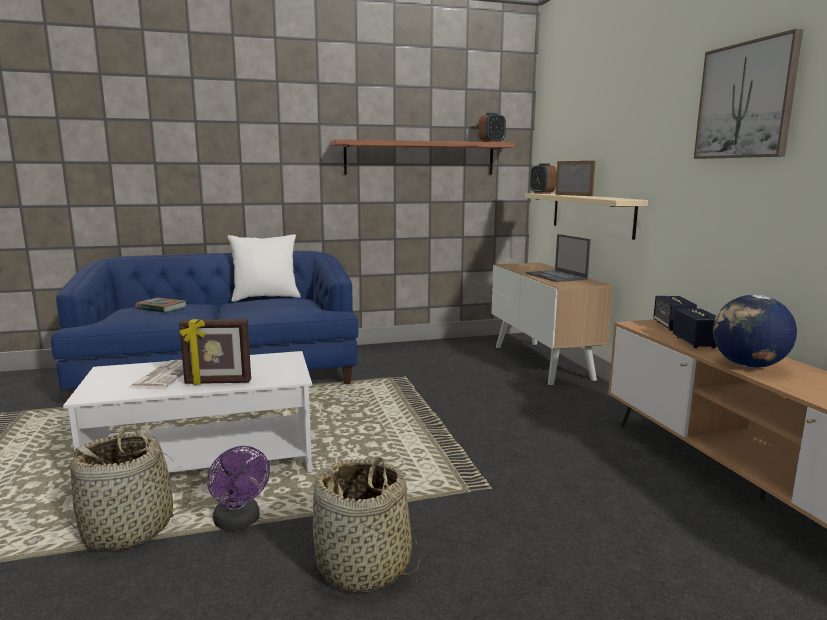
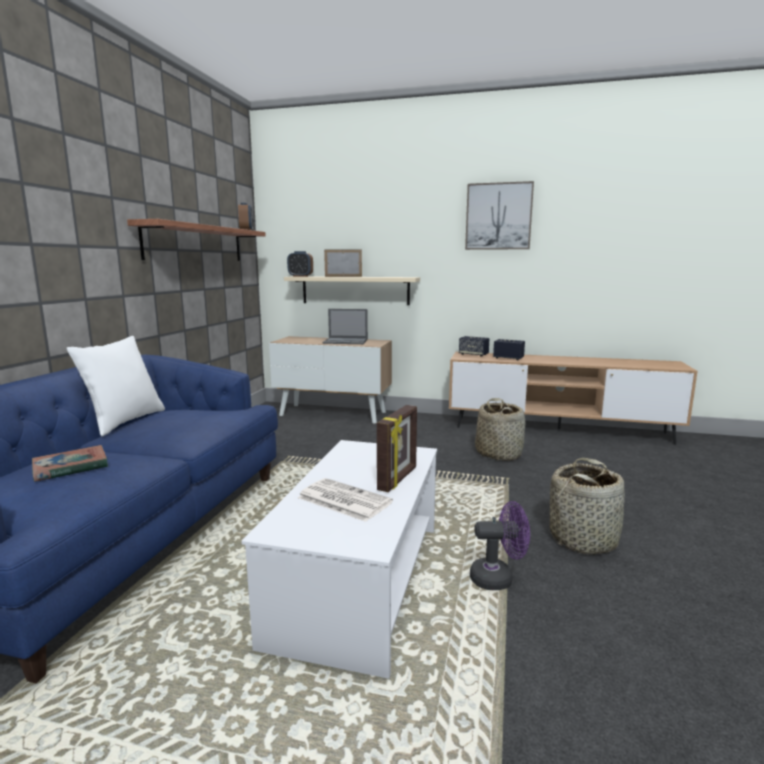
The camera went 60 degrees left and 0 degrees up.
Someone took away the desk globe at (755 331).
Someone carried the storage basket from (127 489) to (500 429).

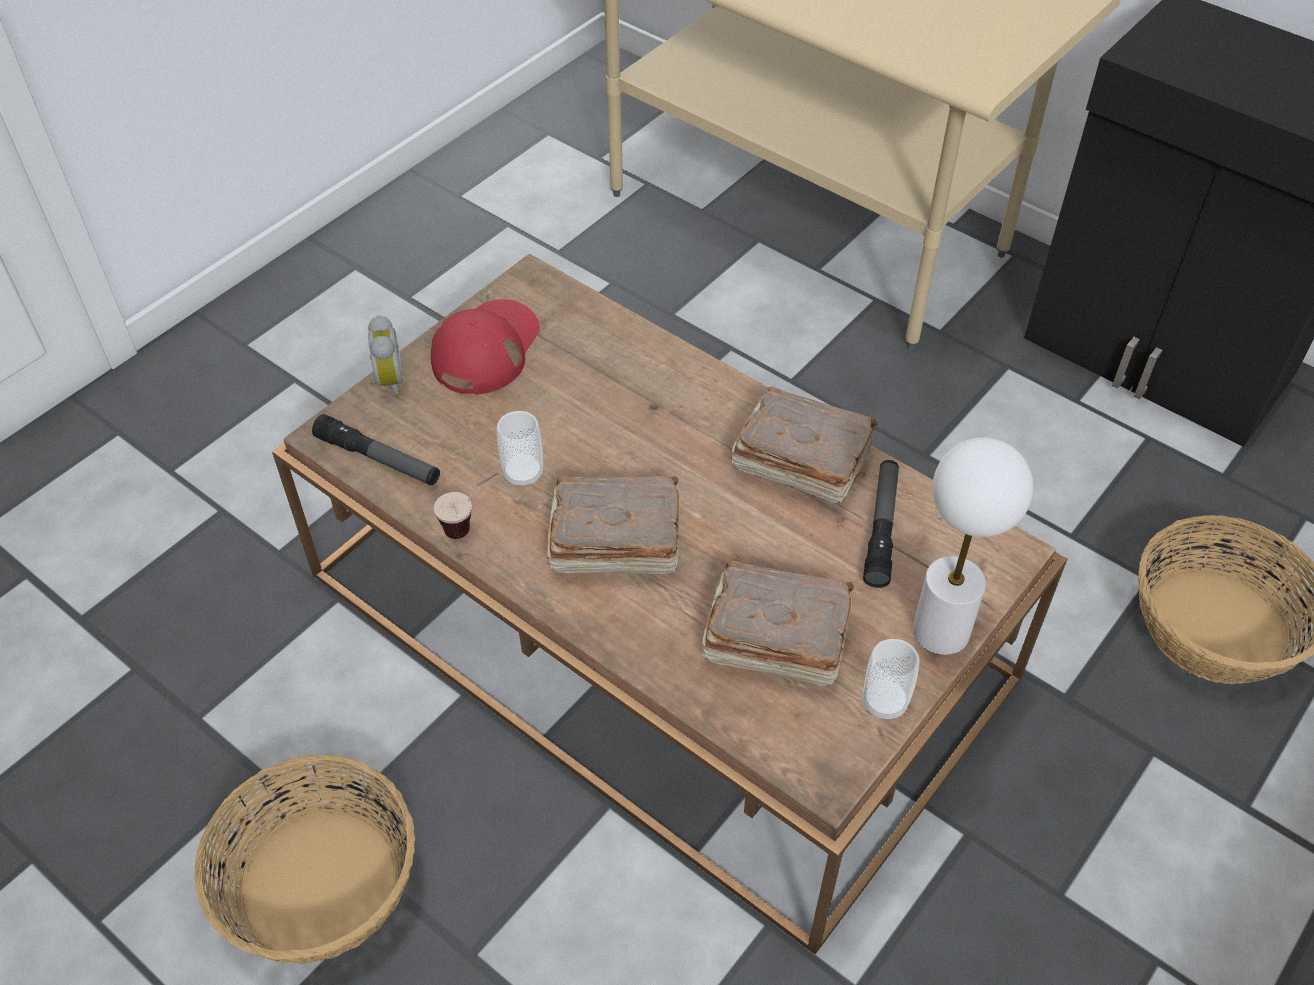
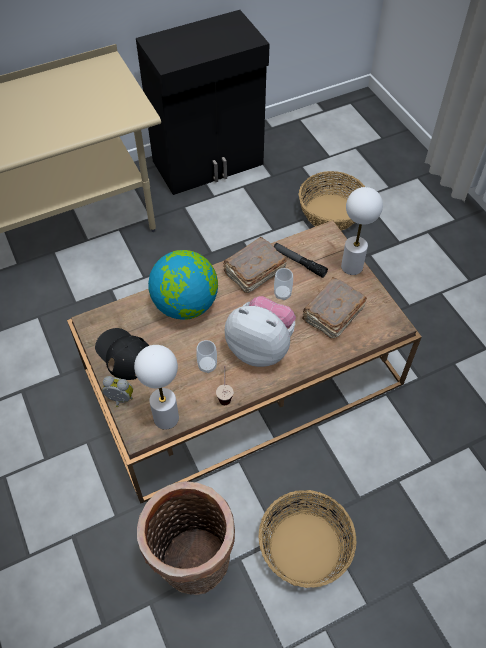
The camera went 65 degrees left and 5 degrees up.
Someone put down the storage basket at (186 538).
Someone put down the desk globe at (183 285).
Someone carried the cup from (891 680) to (283 284).
Someone swapped the torch at (376 449) for the whitish tabletop lamp at (156 387).
Someone swapped the brown book at (612 525) for the soft toy at (260 331).
Someone repainted the red baseball cap at (485 347), which became the black baseball cap at (122 354).

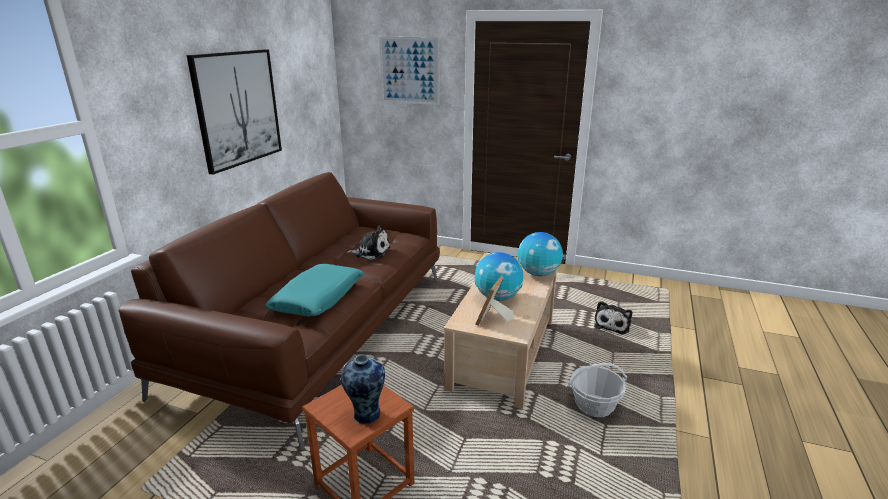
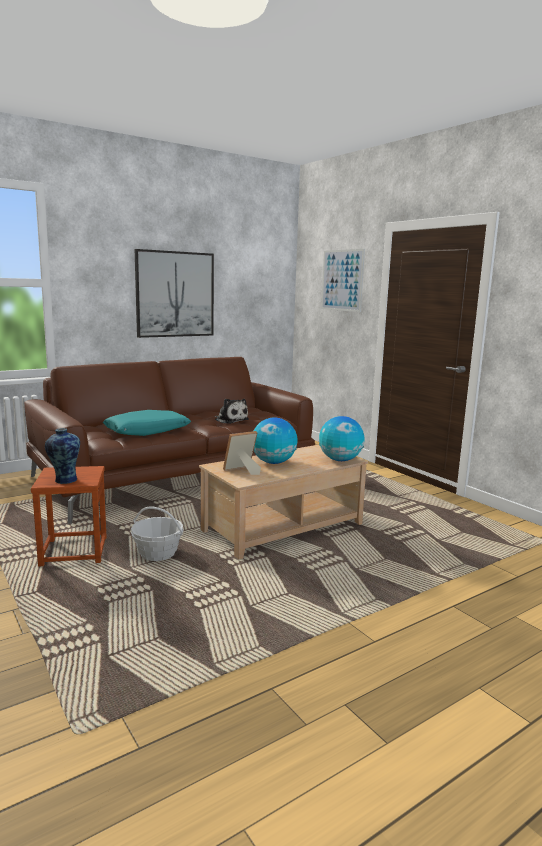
The camera went 35 degrees right and 10 degrees down.
Someone took away the soft toy at (613 317).
Someone carried the storage basket from (597 390) to (157 534).

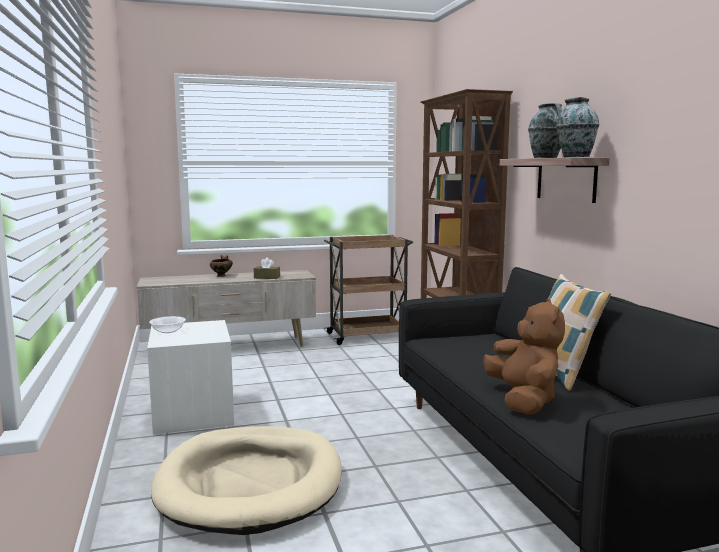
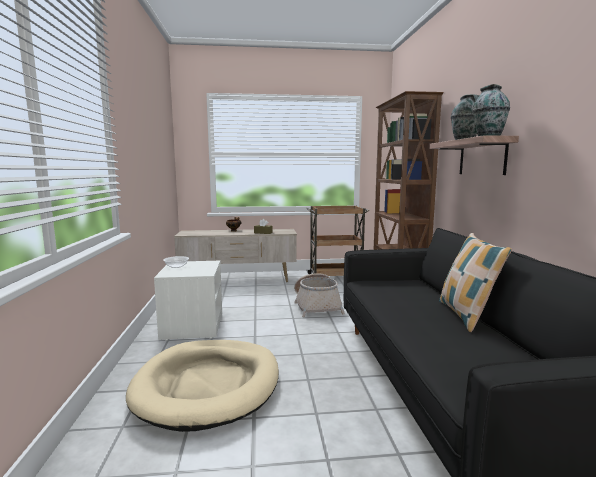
The camera went 10 degrees right and 0 degrees up.
Someone took away the brown soft toy at (524 356).
Someone put down the storage basket at (319 295).

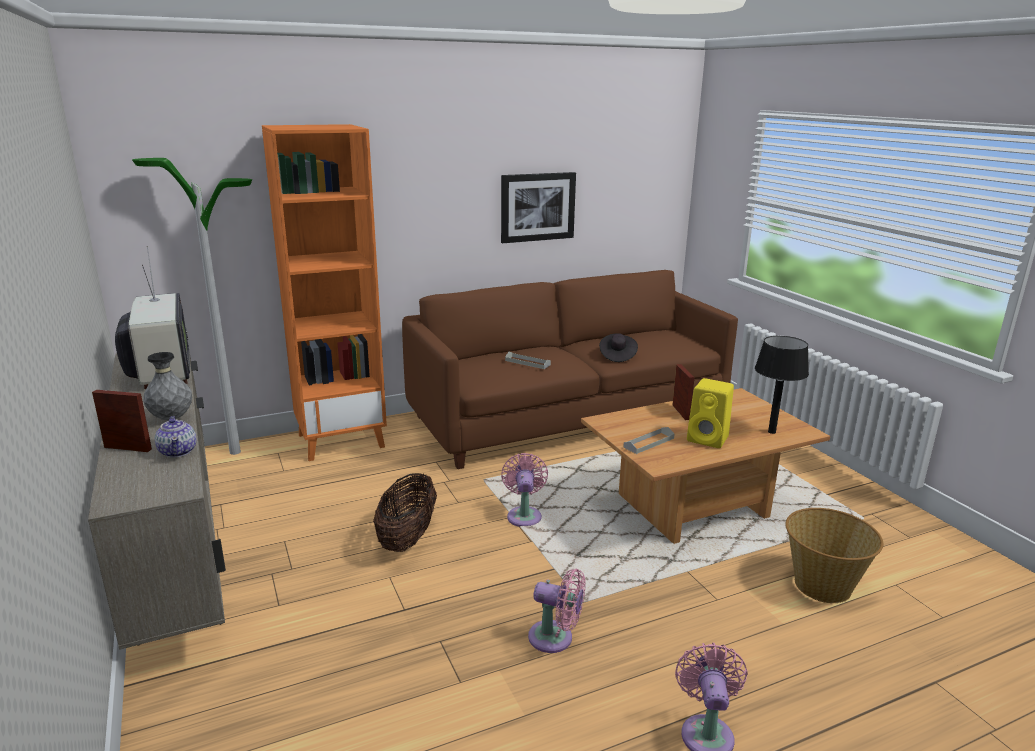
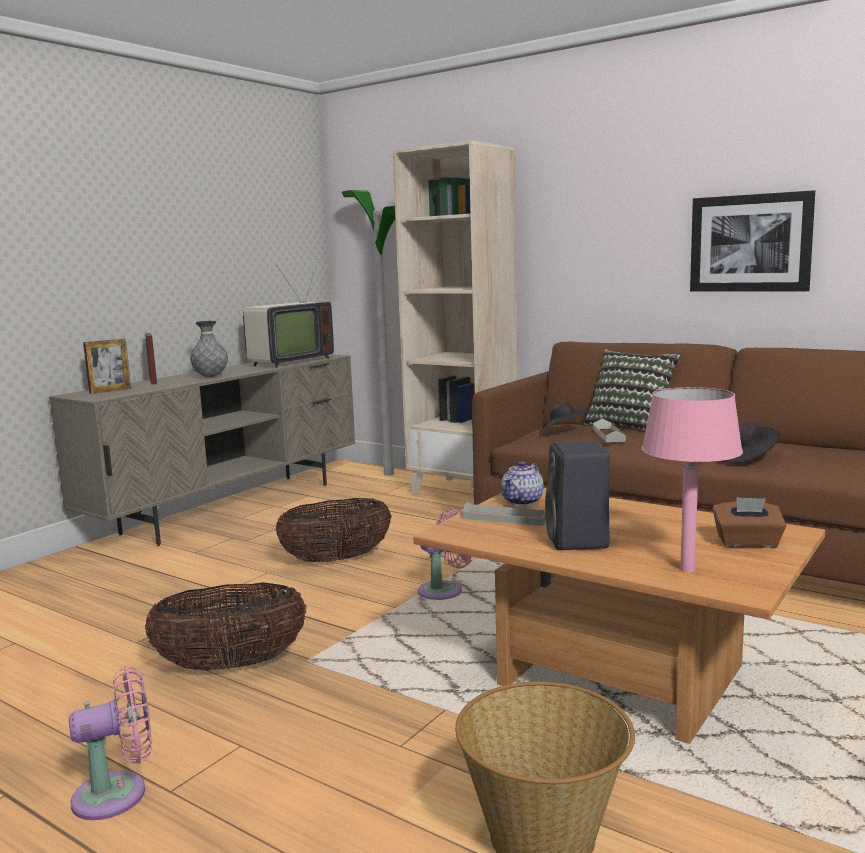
The camera went 60 degrees right and 10 degrees down.
Someone put down the black hat at (563 418).
Someone put down the throw pillow at (632 390).
Someone put down the brown tissue box at (749 522).
Someone carried the pot for tea from (176 437) to (522 483).
Someone carried the photo frame from (683 392) to (107 366).
Someone swapped the pink-coloured fan at (557 611) for the storage basket at (225 626).
Someone repainted the orange bookshelf at (324 292), which became the sand-coloured bookshelf at (455 318).
Someone repainted the yellow-coloured audio speaker at (710 413), which became the black audio speaker at (577 495).
Someone repainted the black tabletop lamp at (782 385), which became the pink-coloured tabletop lamp at (692 480).

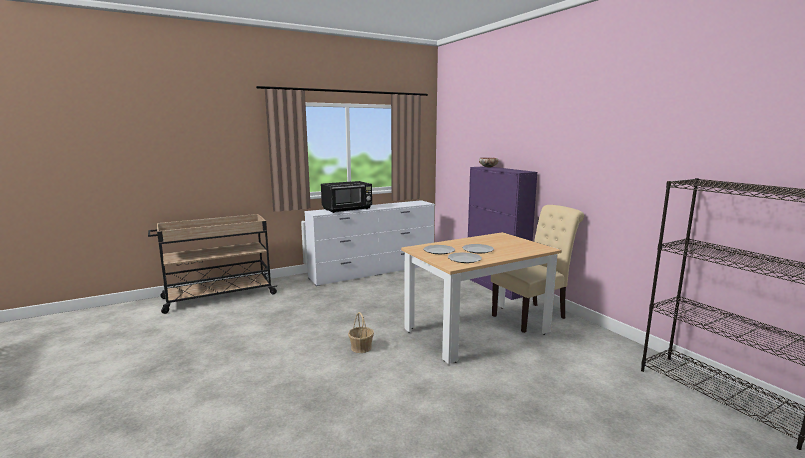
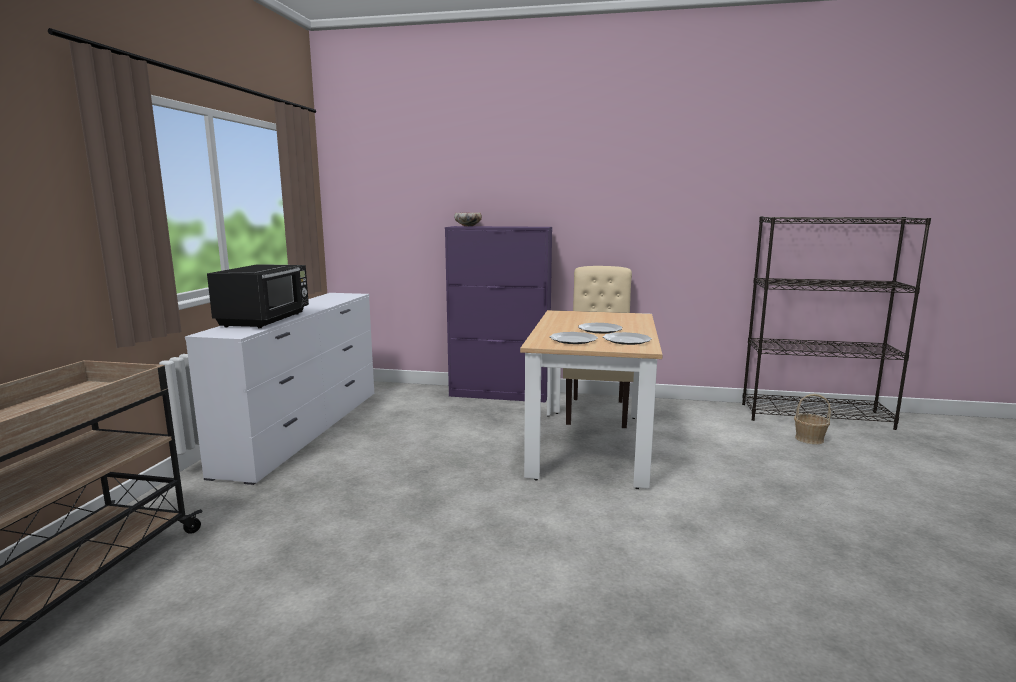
The camera went 50 degrees left and 0 degrees up.
Someone carried the storage basket from (361 332) to (812 419).

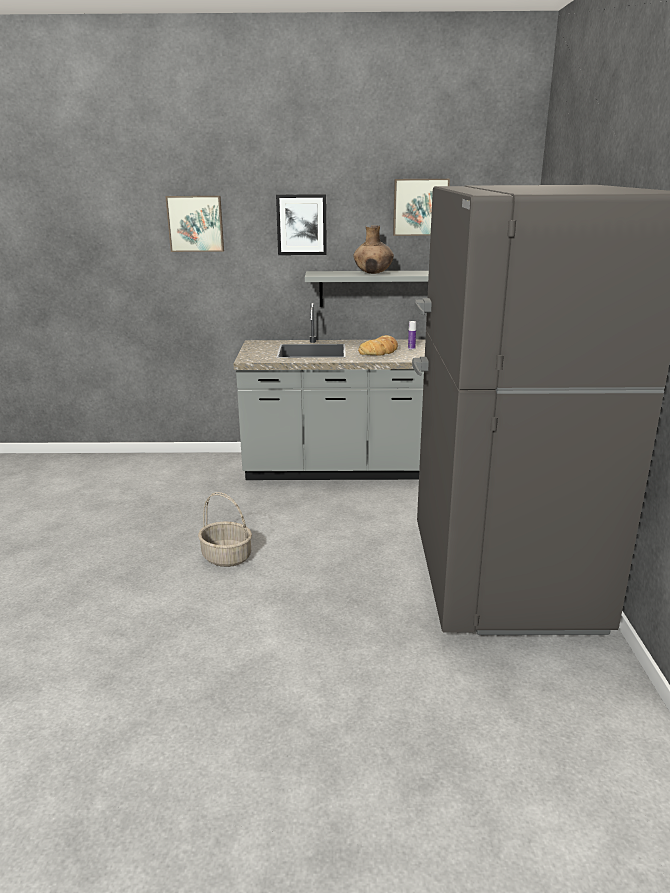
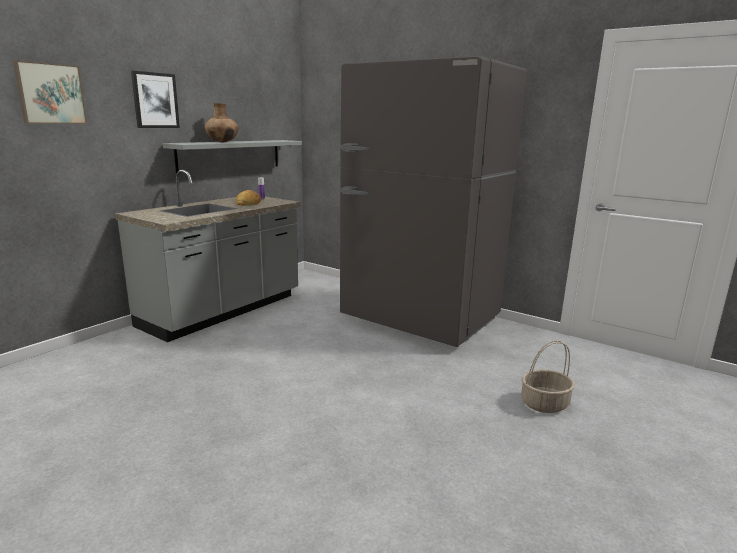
The camera went 55 degrees left and 5 degrees down.
Someone took away the wall picture at (421 207).
Someone carried the storage basket from (225 529) to (548 376).

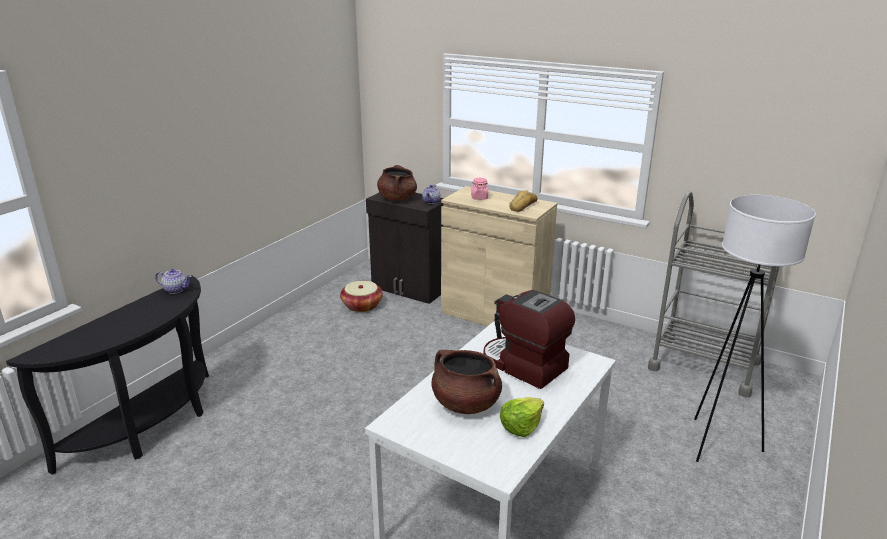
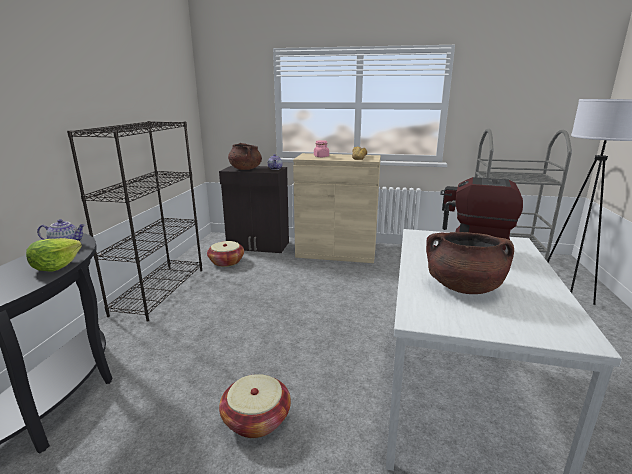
The camera went 20 degrees left and 5 degrees down.
Someone put down the black bookshelf at (134 221).
Someone put down the storage basket at (255 406).
Someone carried the lettuce from (522 417) to (54 255).

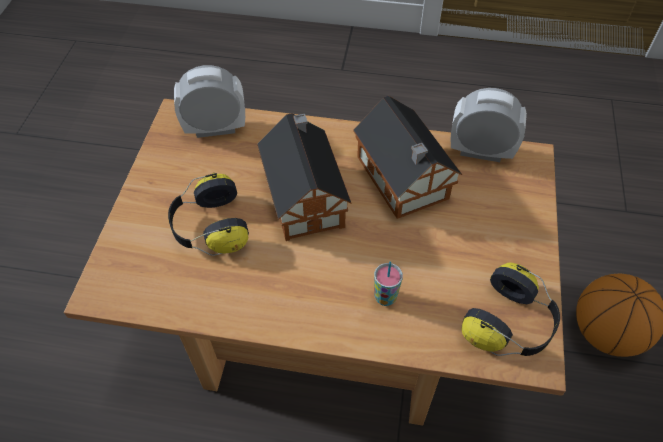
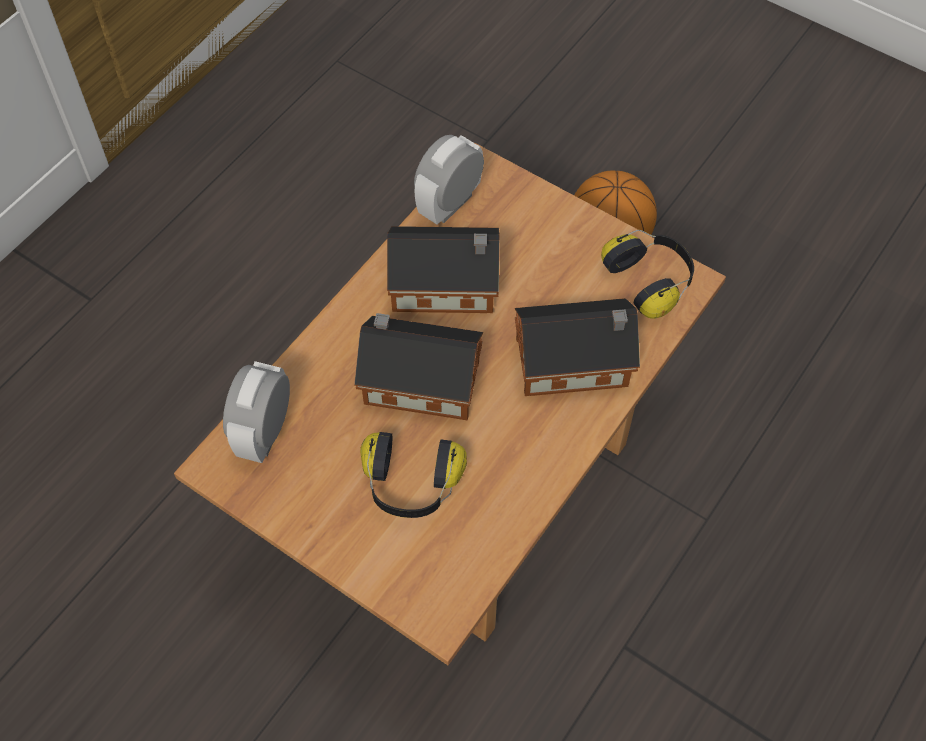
The camera went 65 degrees left and 5 degrees up.
Someone swapped the cup at (388 284) for the model house at (577 347).

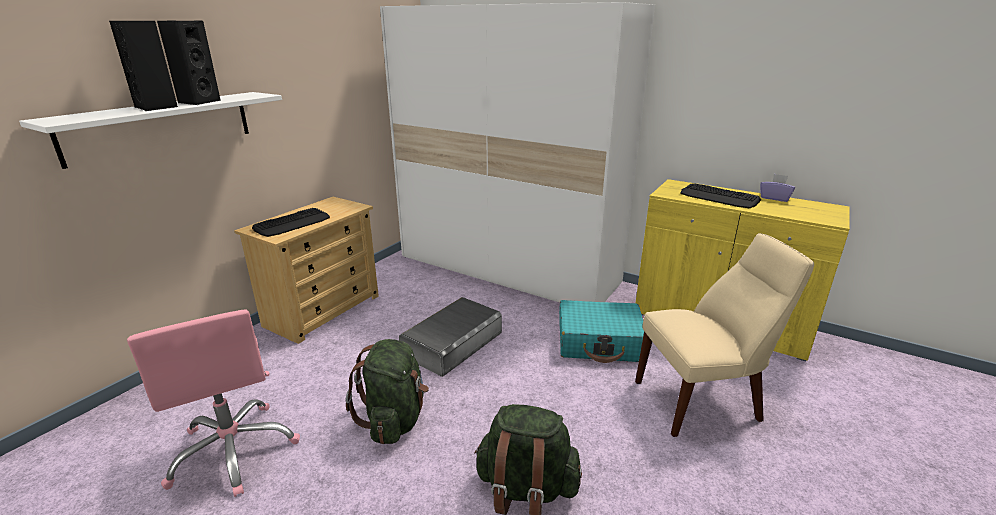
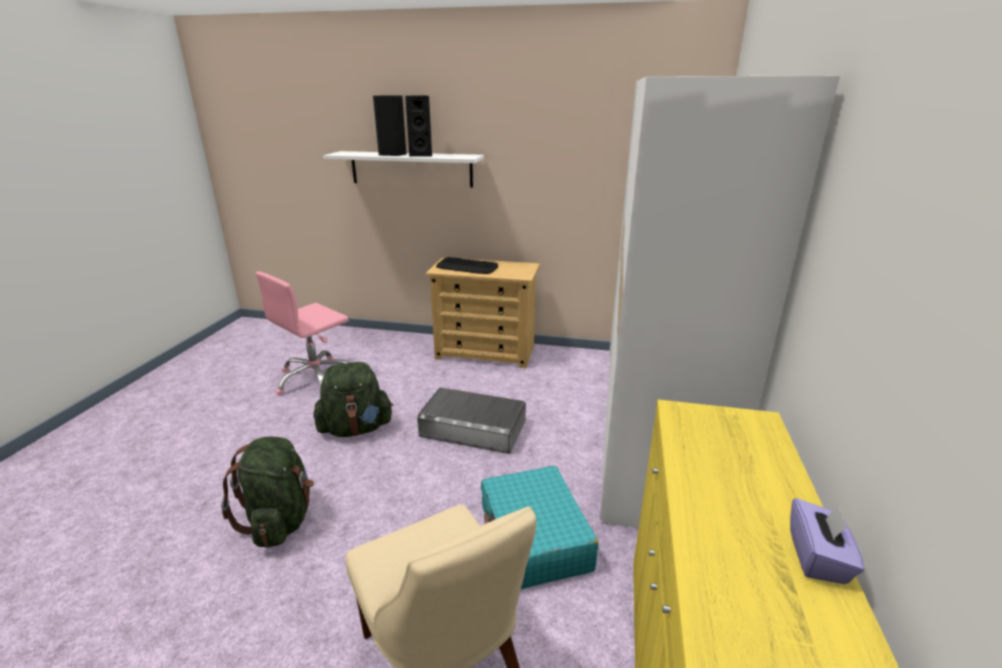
The camera went 70 degrees right and 0 degrees up.
Someone took away the PC keyboard at (720 195).

